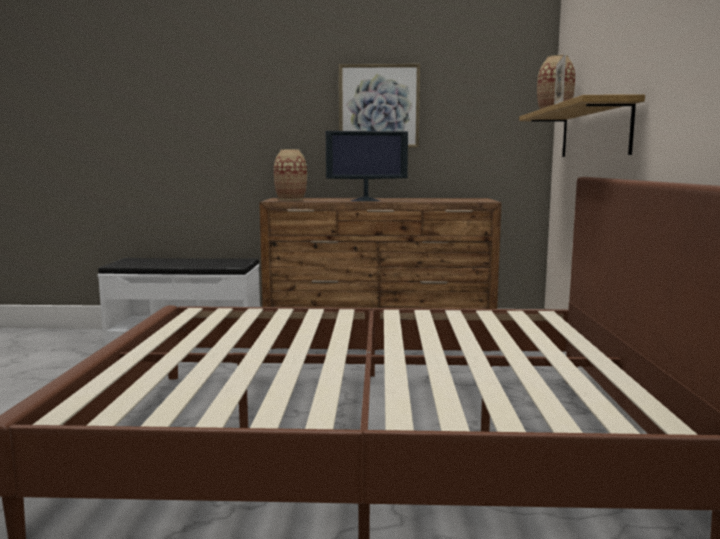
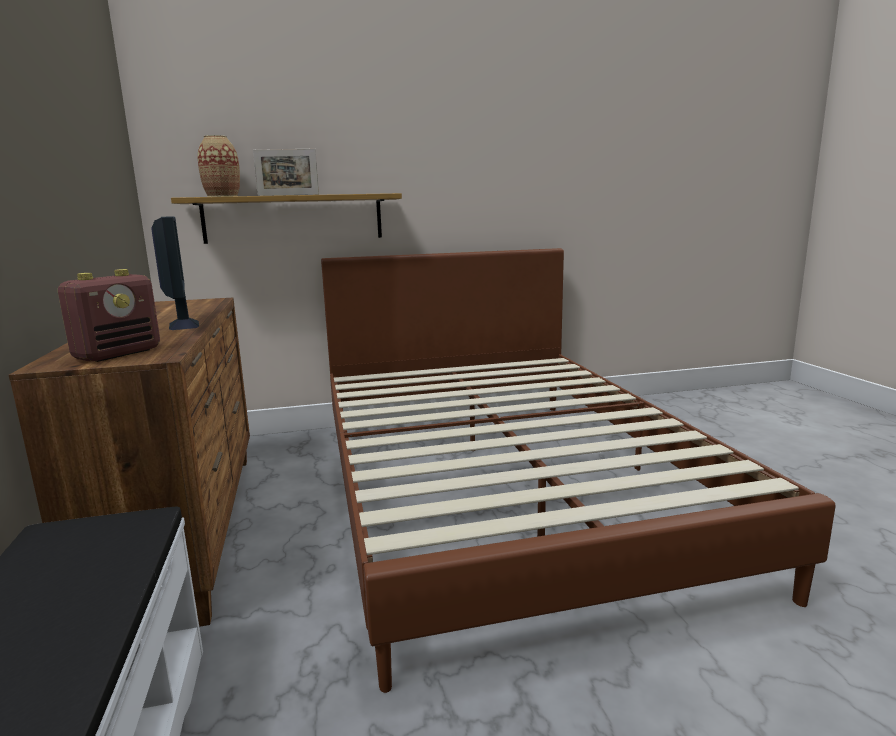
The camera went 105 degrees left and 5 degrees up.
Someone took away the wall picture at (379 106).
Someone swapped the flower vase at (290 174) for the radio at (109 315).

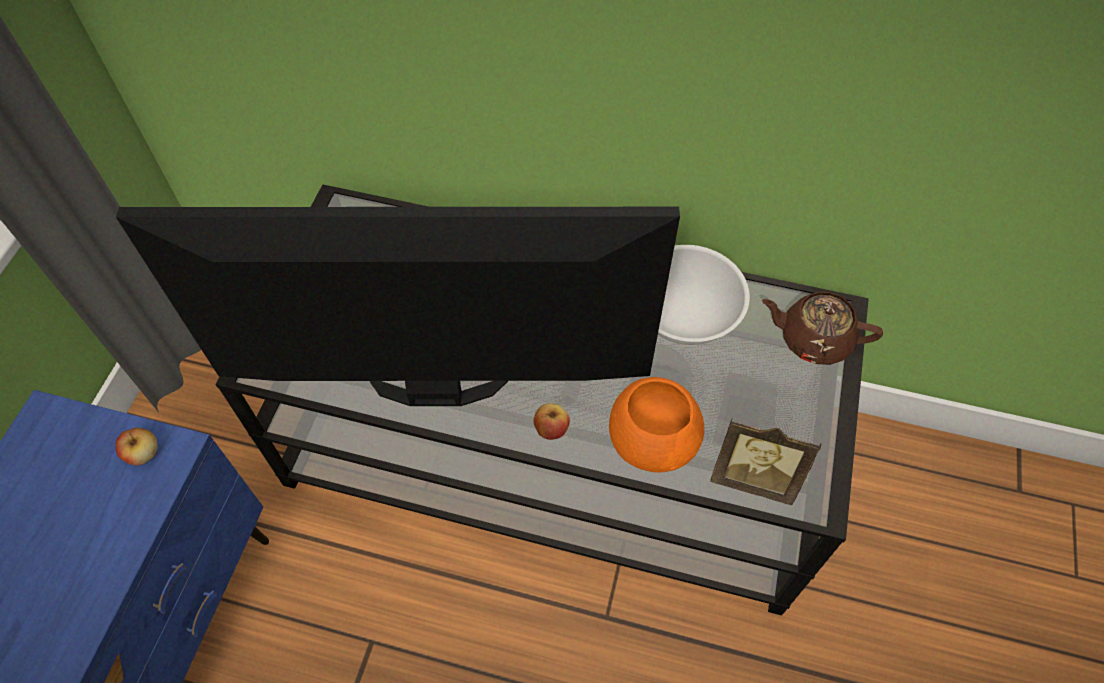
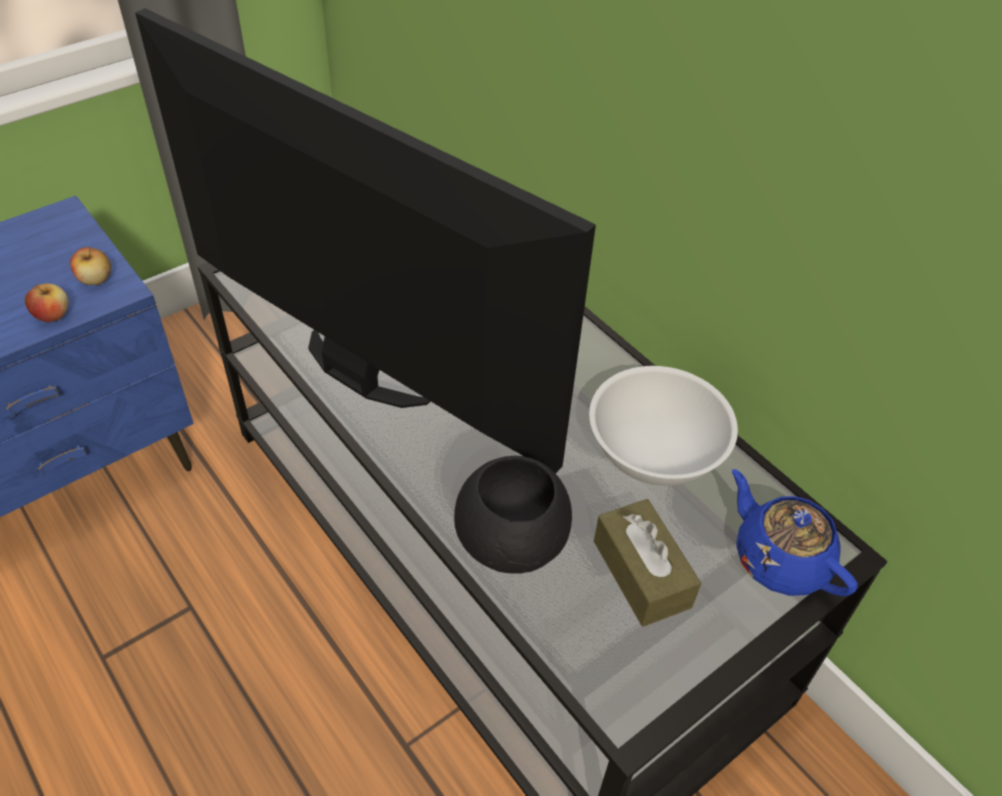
The camera went 35 degrees right and 10 degrees down.
Someone took away the photo frame at (765 462).
Someone put down the brown tissue box at (647 563).
Someone carried the apple fruit from (551 421) to (47 302).
Someone repainted the orange bowl at (656 424), which became the black bowl at (513 515).
Someone repainted the brown pot for tea at (822 328), which became the bluish pot for tea at (795 532).

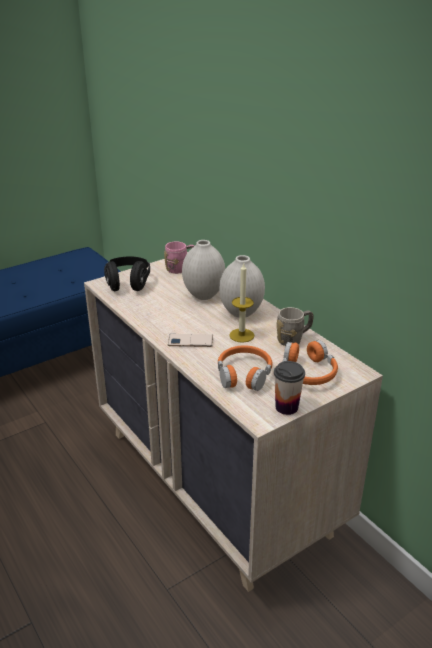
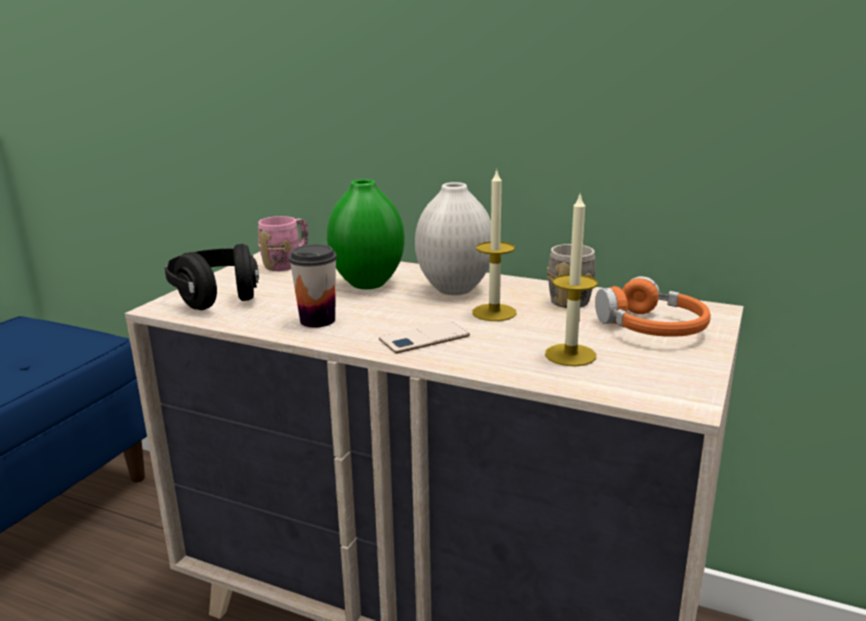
The camera went 30 degrees left and 10 degrees down.
Someone carried the cup from (289 388) to (313 286).
Someone swapped the orange headset at (245 368) for the wax light at (571 279).
Someone repainted the whitish flower vase at (203 270), which became the green flower vase at (366 234).

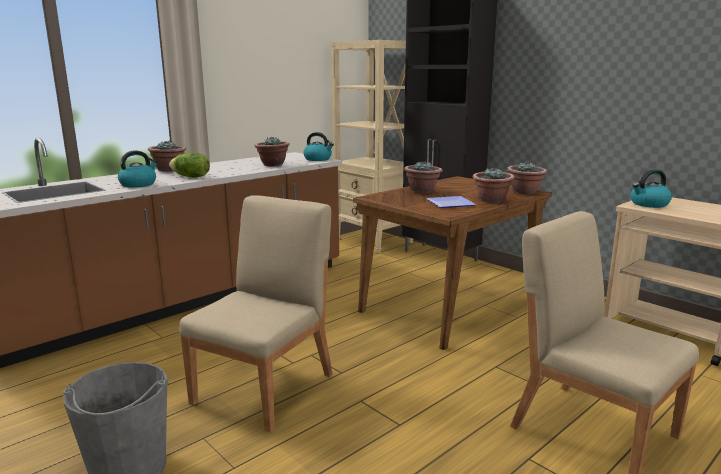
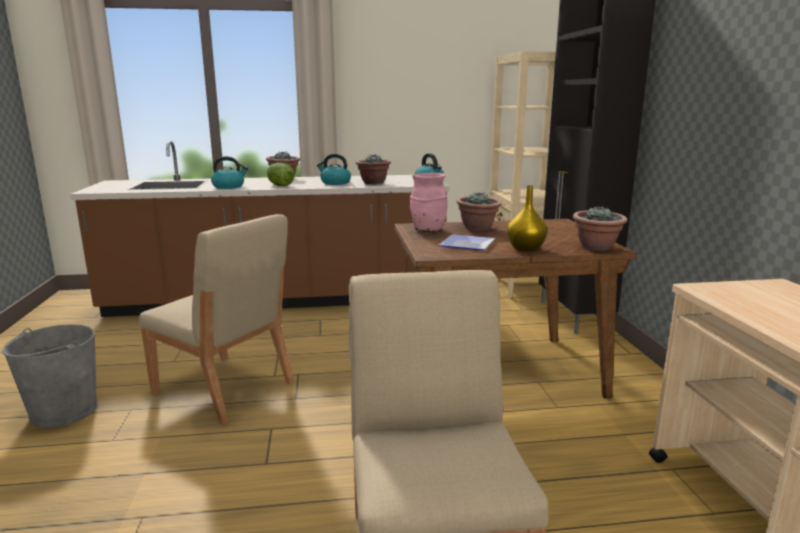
The camera went 35 degrees right and 0 degrees up.
Someone put down the pink-coloured flower vase at (429 202).
Someone carried the tea kettle from (651 188) to (334 169).
Someone swapped the potted plant at (493 185) for the yellow-coloured flower vase at (527 218).
Someone rotated the sand-coloured plain chair at (256 313) by 60 degrees clockwise.

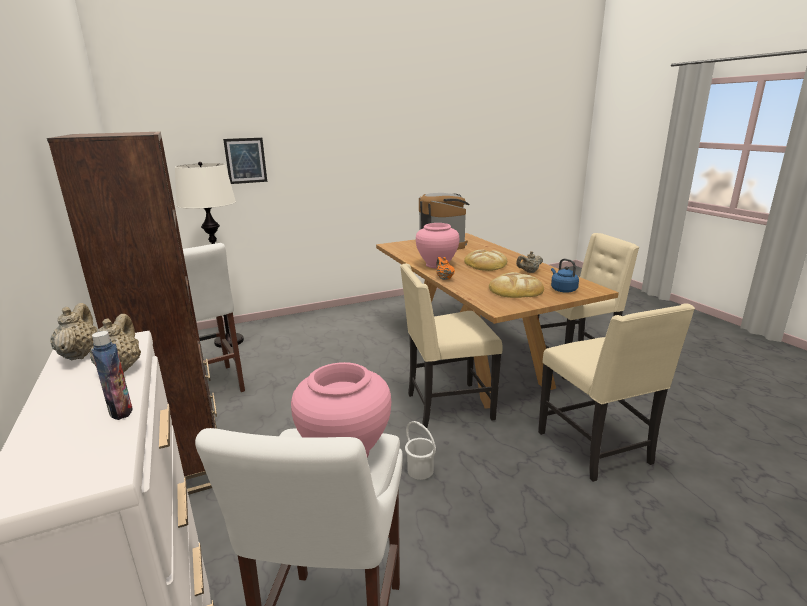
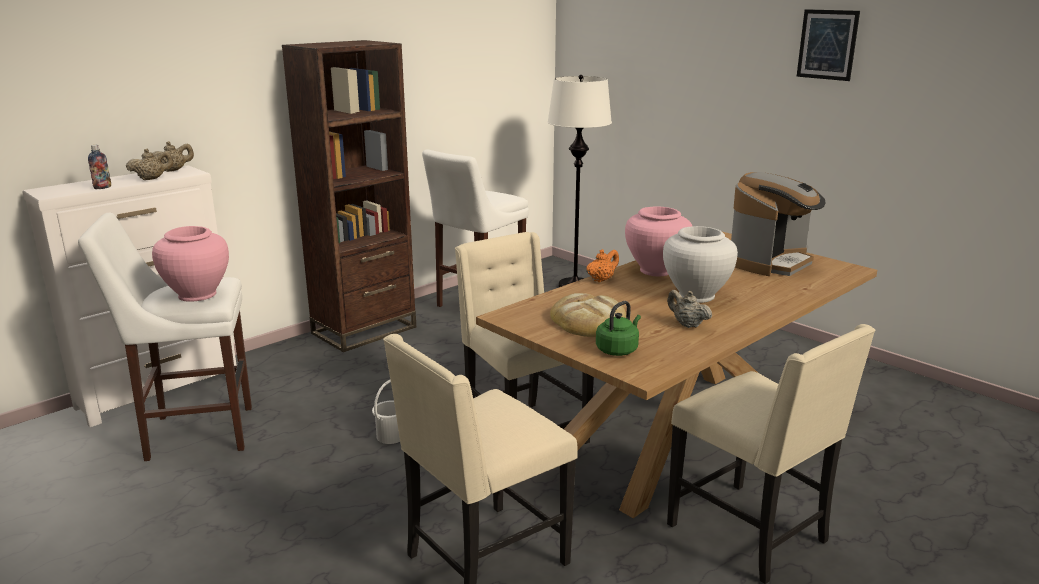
The camera went 70 degrees right and 0 degrees up.
Someone carried the wall picture from (245 161) to (828 45).
Someone swapped the bakery bread at (485 260) for the whitish flower vase at (700 264).
Someone repainted the bluish tea kettle at (565 275), which became the green tea kettle at (618 328).

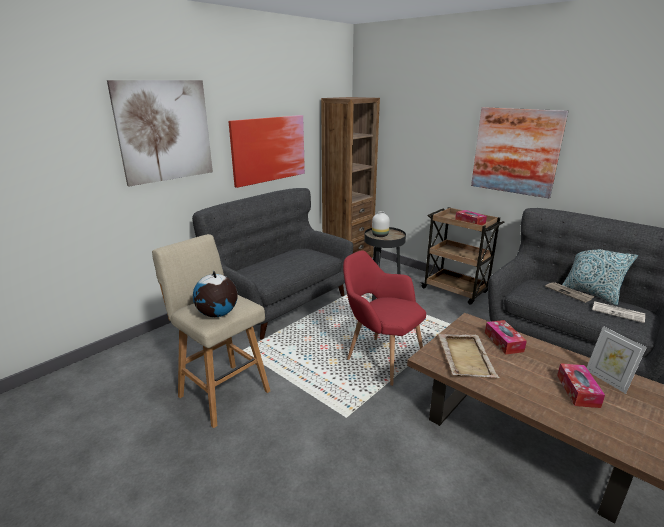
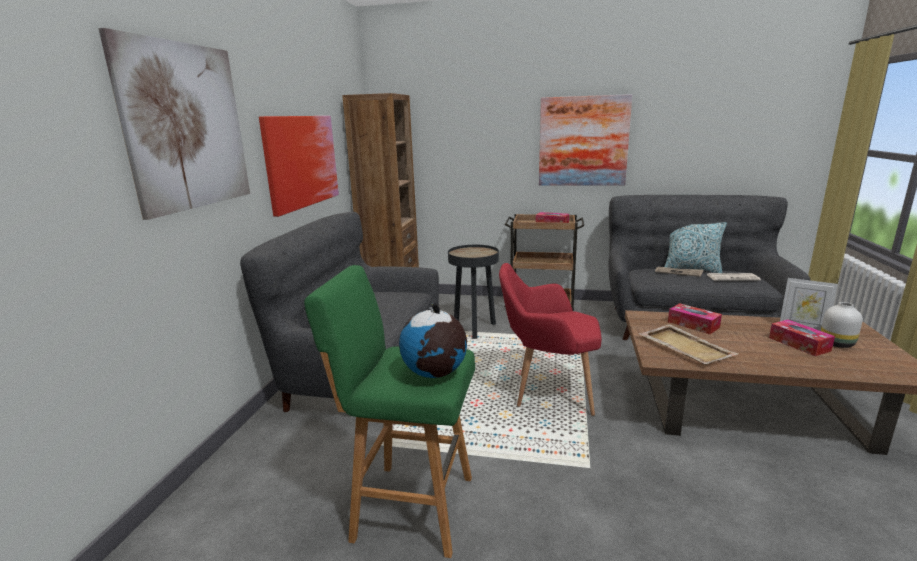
The camera went 30 degrees left and 5 degrees down.
Someone carried the whitish flower vase from (381 224) to (842 325).
Someone repainted the sand-coloured stool seat at (211 331), which became the green stool seat at (389 411).

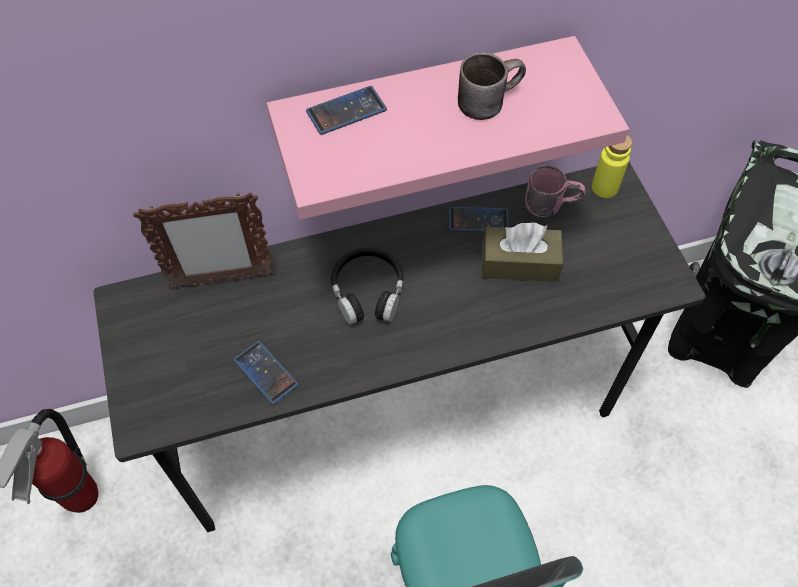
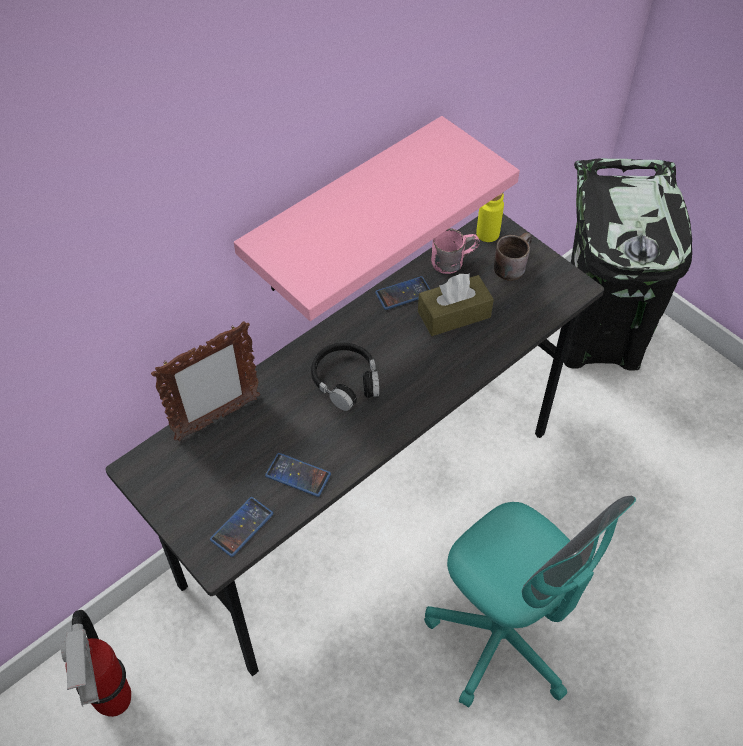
The camera went 25 degrees left and 5 degrees down.
Someone carried the telephone from (346 110) to (241 527).
Someone carried the brown tea mug from (492 86) to (513 256).

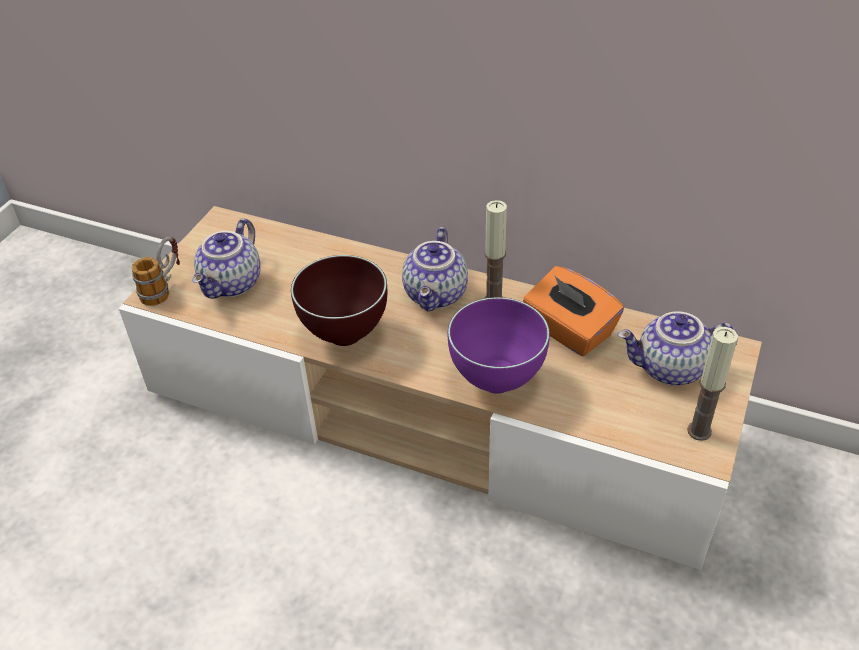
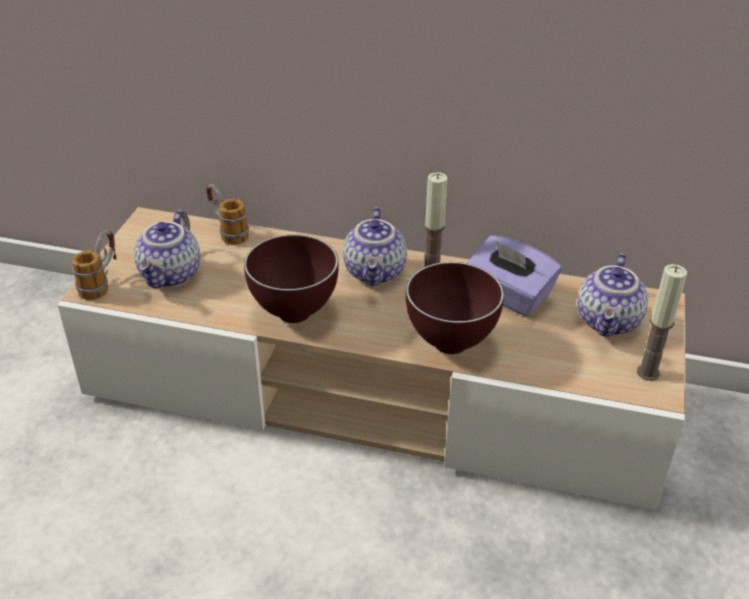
The camera went 10 degrees left and 5 degrees down.
Someone put down the tea mug at (227 214).
Someone repainted the purplish bowl at (498 345), which became the brown bowl at (455 308).
Someone repainted the orange tissue box at (573 311), which became the purplish tissue box at (514 275).
Someone rotated the pot for tea at (677 348) by 60 degrees counterclockwise.

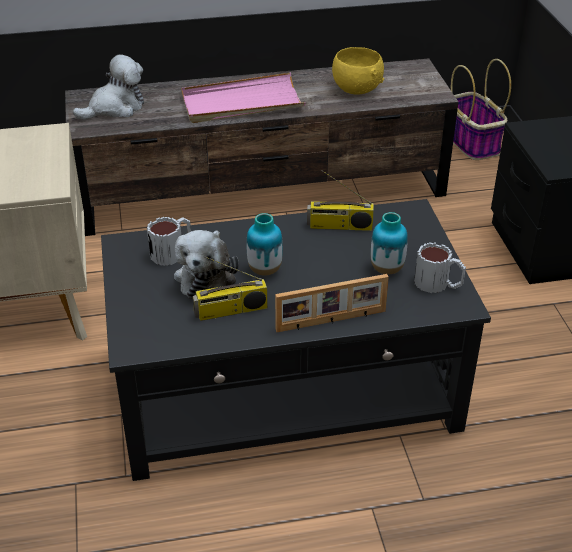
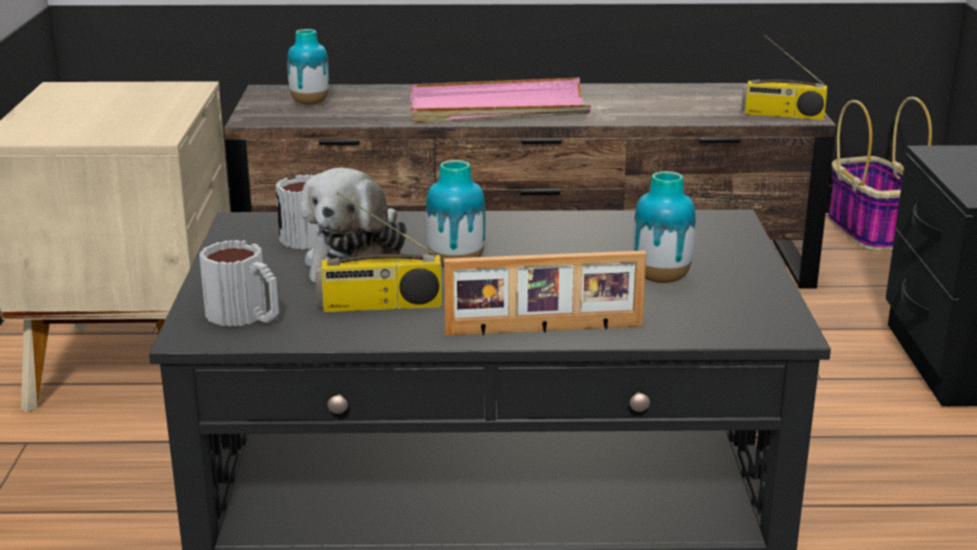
The camera went 10 degrees right and 15 degrees down.
Someone took away the yellow-coloured bowl at (358 71).
Someone carried the radio from (340 200) to (784 77).
Someone carried the tea mug from (440 267) to (239 283).
Someone swapped the soft toy at (108 87) for the flower vase at (308 67).

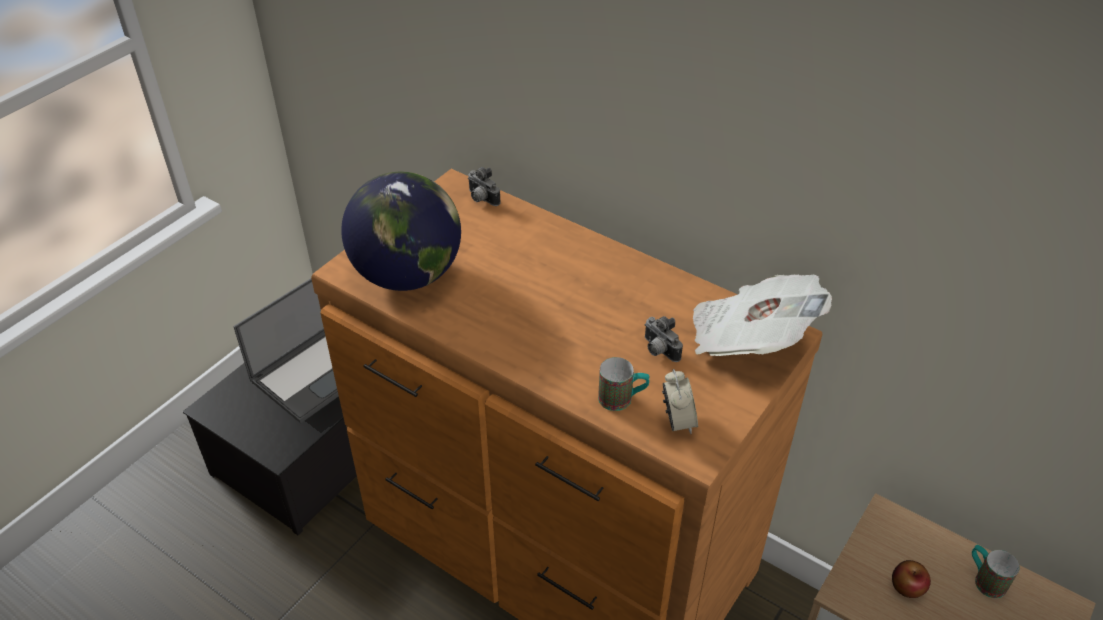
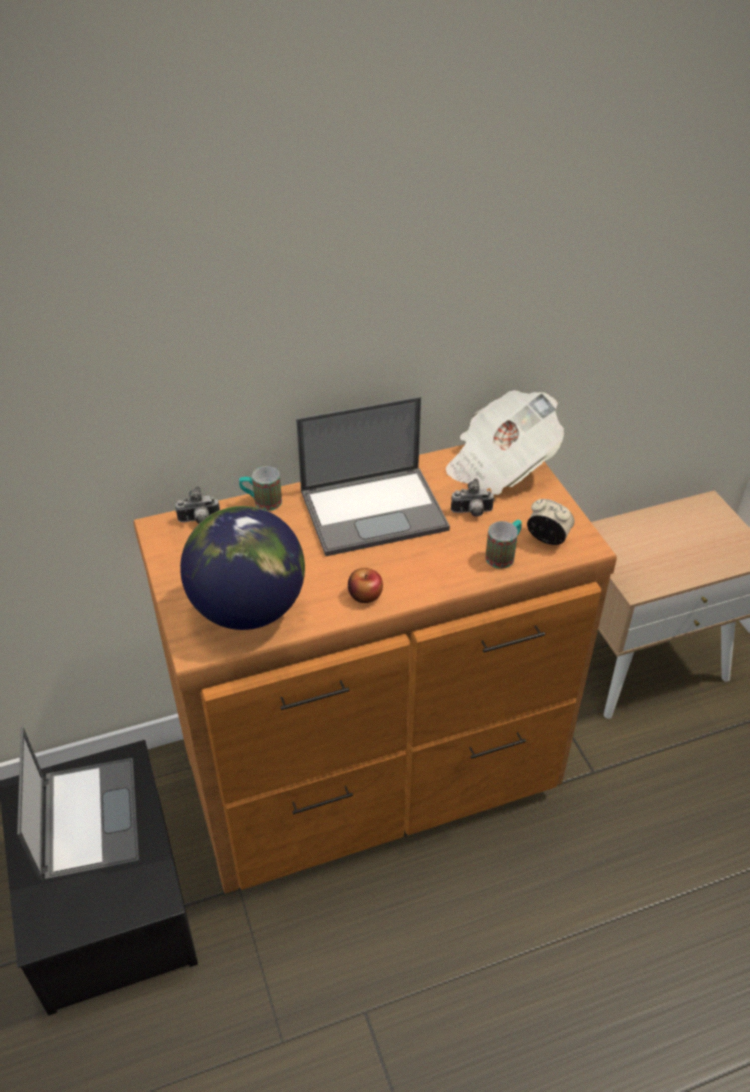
The camera went 55 degrees left and 0 degrees up.
Someone put down the notebook computer at (373 476).
Someone carried the apple fruit from (911 579) to (365 585).
Someone carried the tea mug from (996 571) to (260 488).

